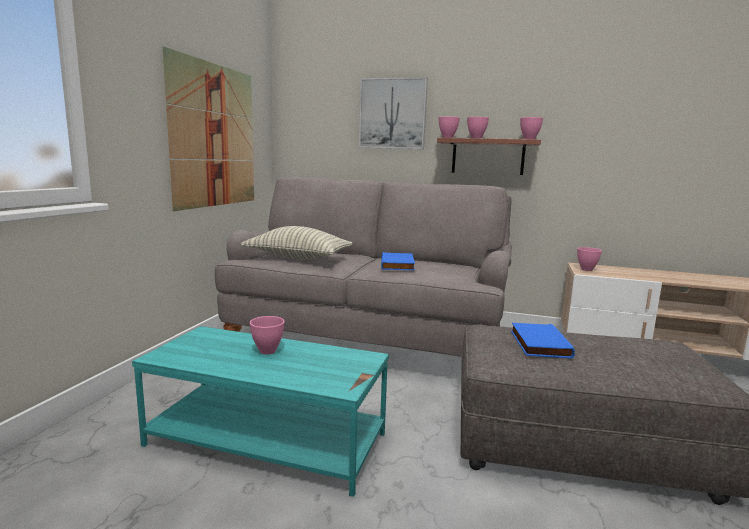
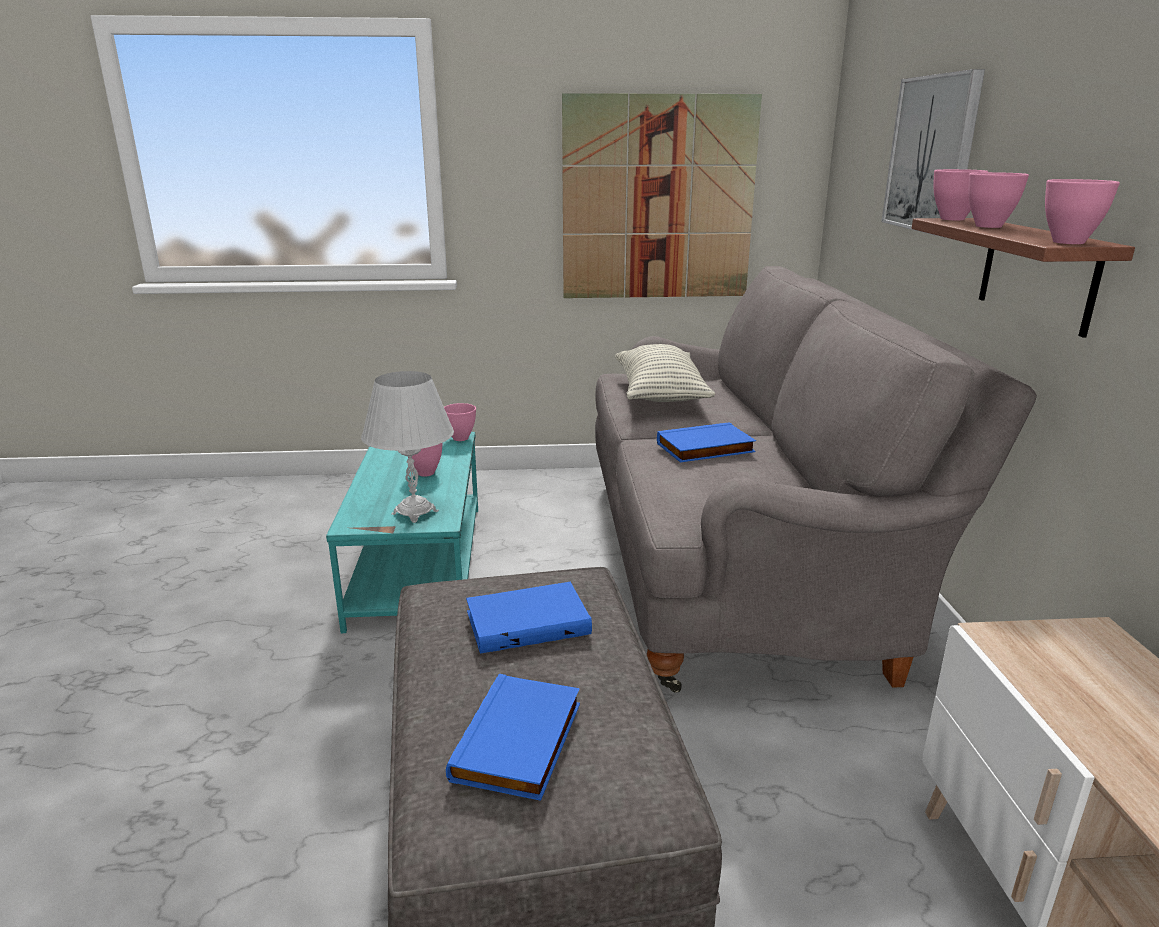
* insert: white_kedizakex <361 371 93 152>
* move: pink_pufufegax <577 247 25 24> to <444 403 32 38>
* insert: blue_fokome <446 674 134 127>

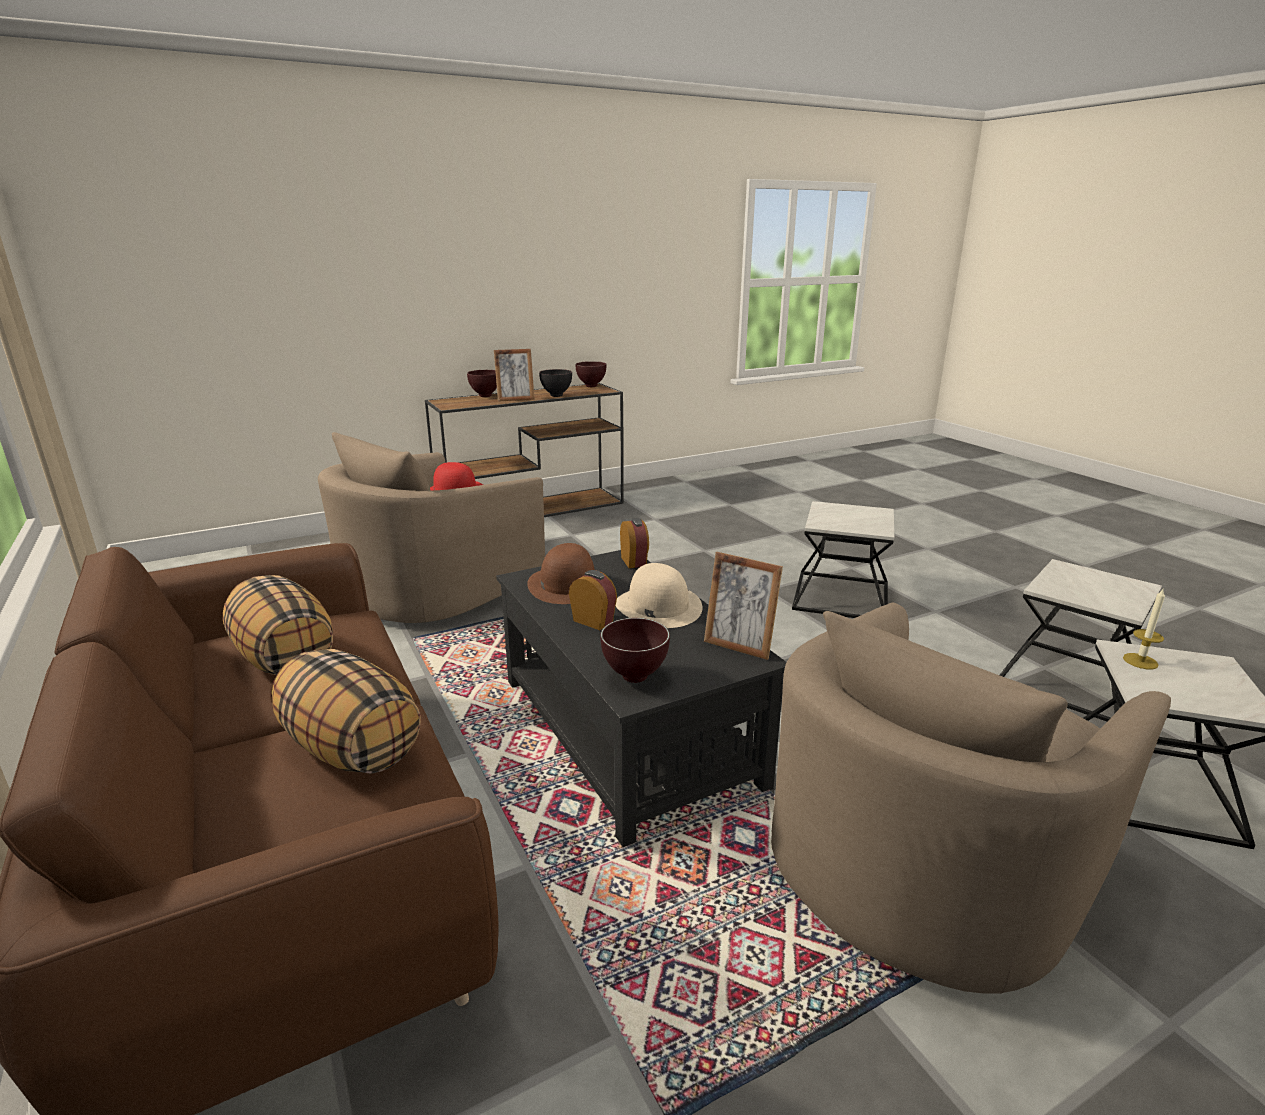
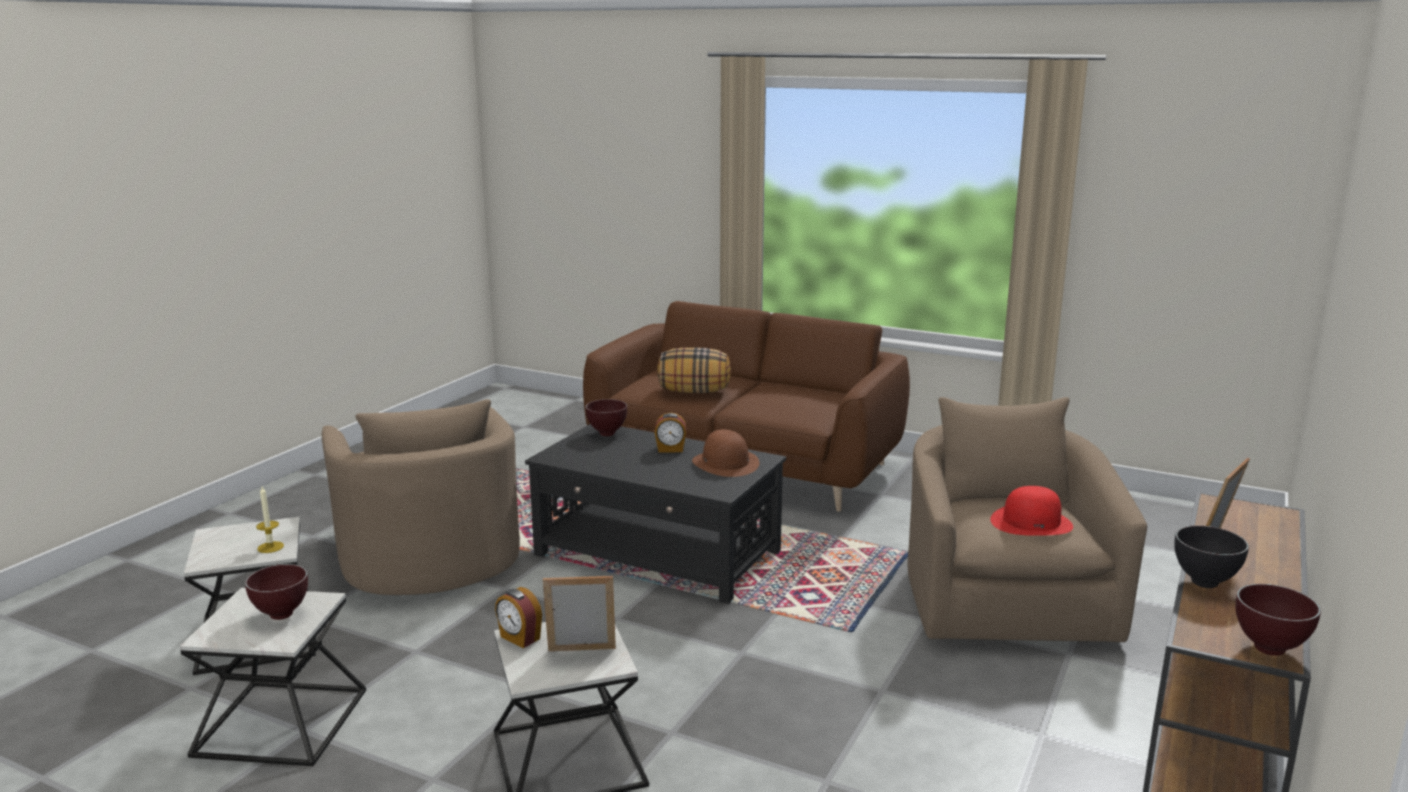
* move: brown_pufufegax <467 370 30 27> to <245 564 63 56>
* rotate: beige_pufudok <771 602 400 392> = <322 399 198 196> 150 degrees clockwise
* move: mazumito <620 518 29 50> to <495 587 47 61>
* move: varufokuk <704 552 79 108> to <543 576 73 75>
* delete: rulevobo <223 575 110 100>
* delete: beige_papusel <616 563 86 65>

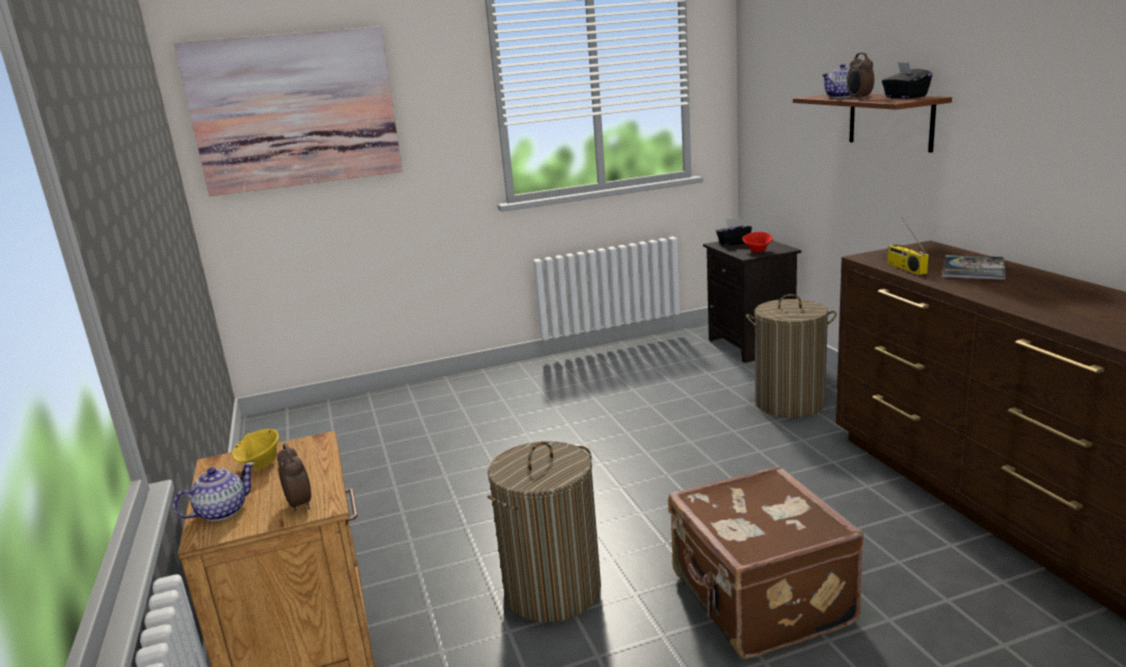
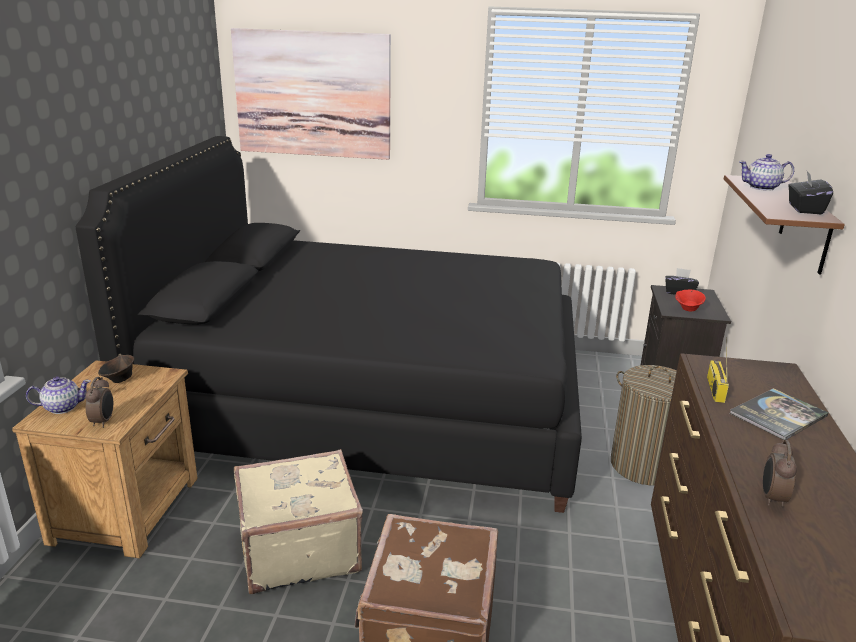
* insert: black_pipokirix <76 136 506 377>
* recolor: yellow_pufufegax <232 429 47 40> to brown_pufufegax <98 355 37 28>
* replace: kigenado <487 441 114 181> to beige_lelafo <234 449 129 145>
* move: mazumito <847 53 27 47> to <763 440 34 67>

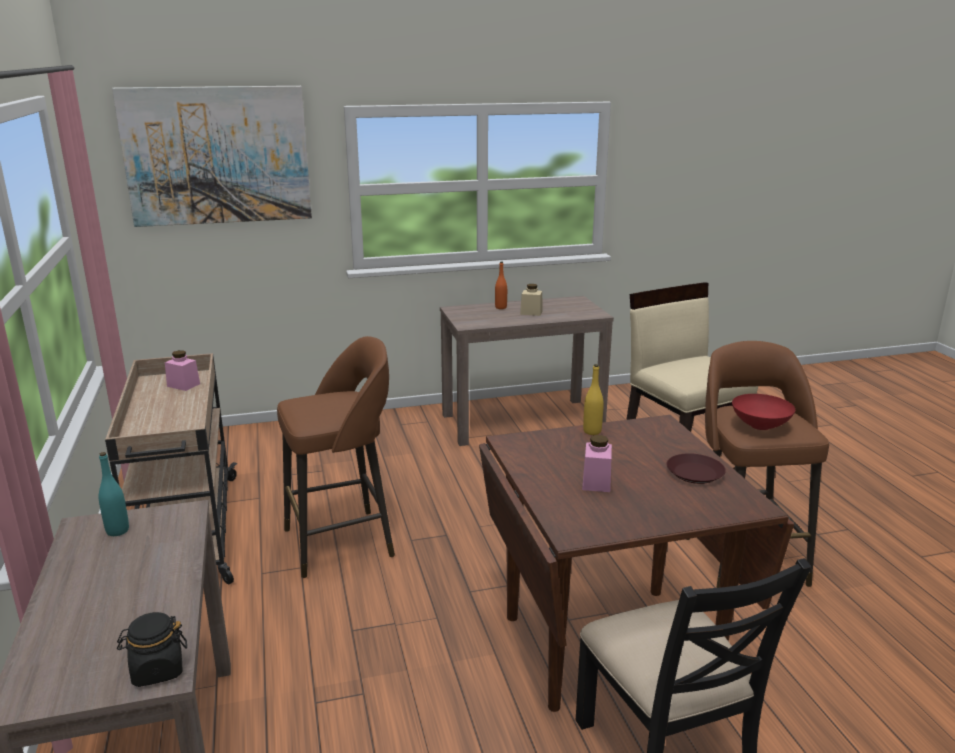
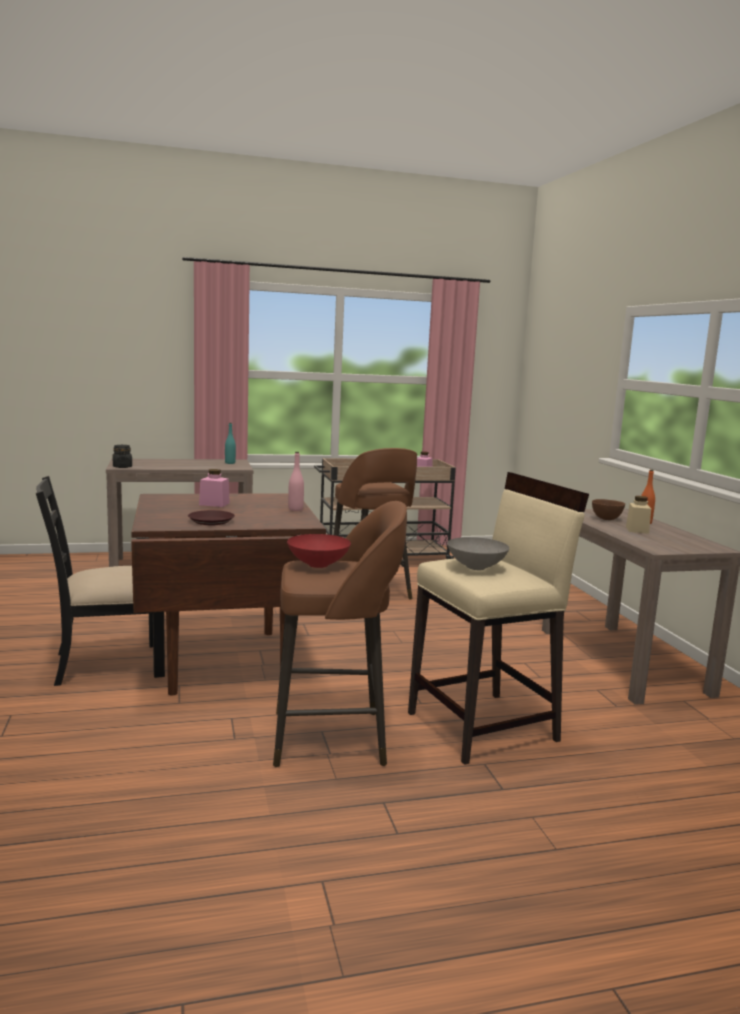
* recolor: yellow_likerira <583 364 21 71> to pink_likerira <288 452 16 59>
* insert: grey_pufufegax <447 537 62 33>
* insert: brown_pufufegax <592 499 33 21>
* delete: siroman <112 86 200 141>

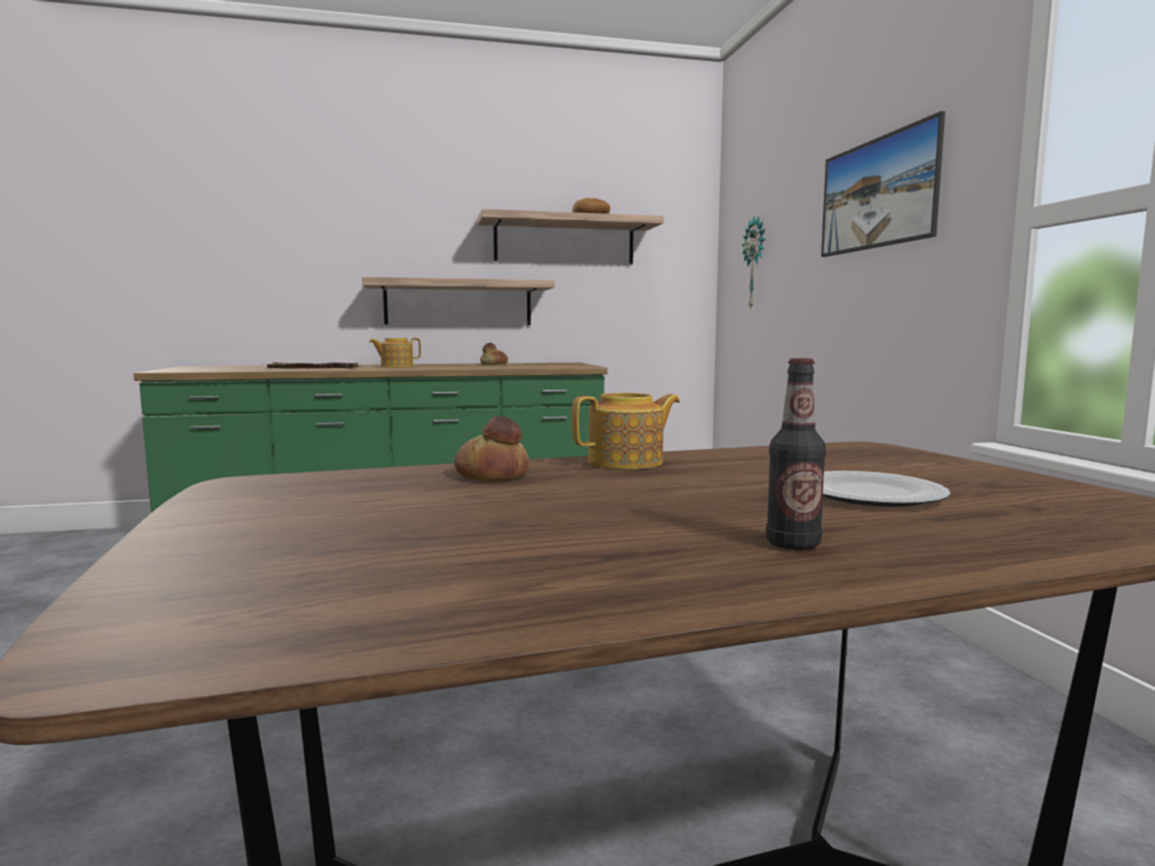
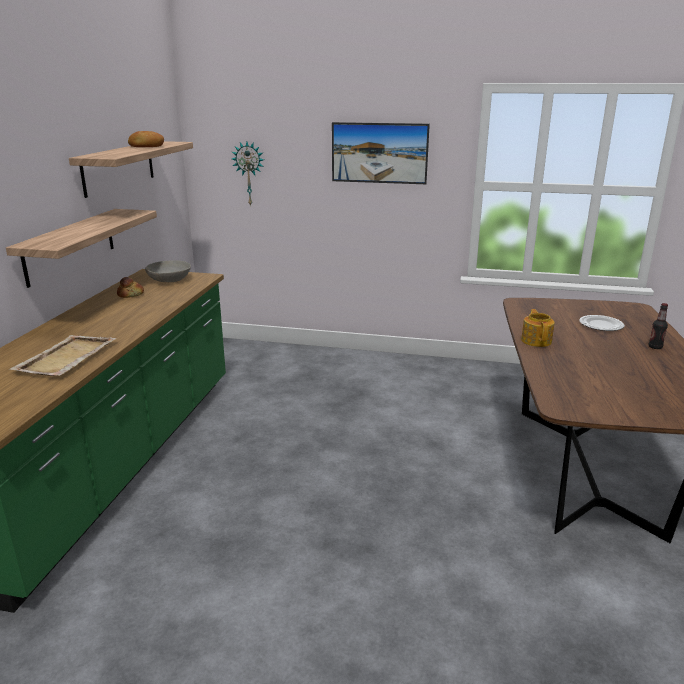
* insert: grey_pufufegax <145 260 46 22>
* delete: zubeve <369 338 52 30>
* delete: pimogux <454 416 75 66>

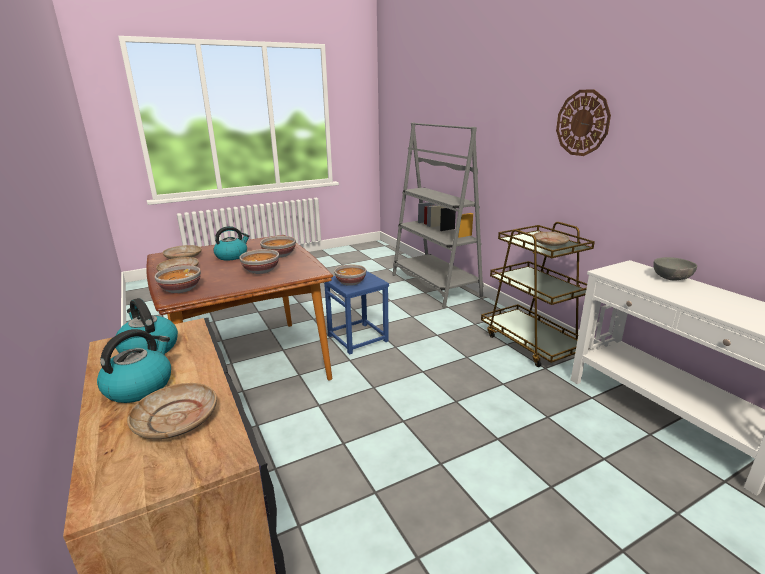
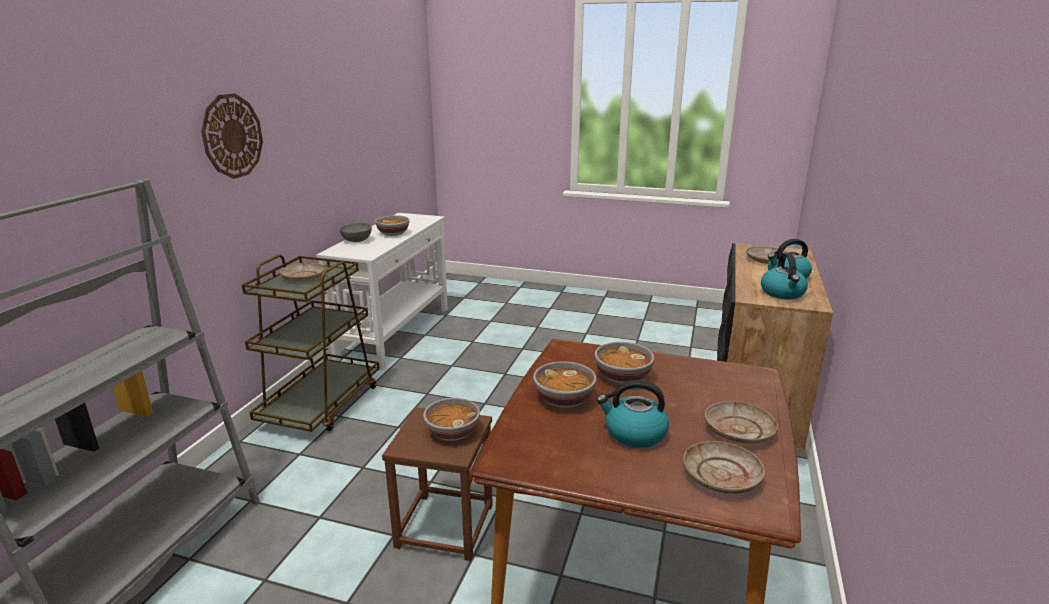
* move: pufufegax <154 265 47 28> to <375 215 34 21>
* recolor: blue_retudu <324 271 65 84> to brown_retudu <382 407 111 154>

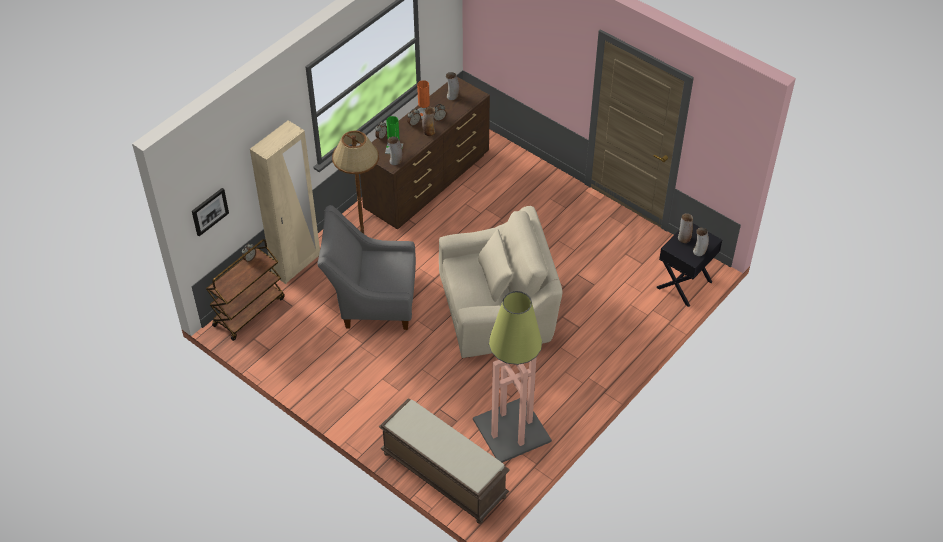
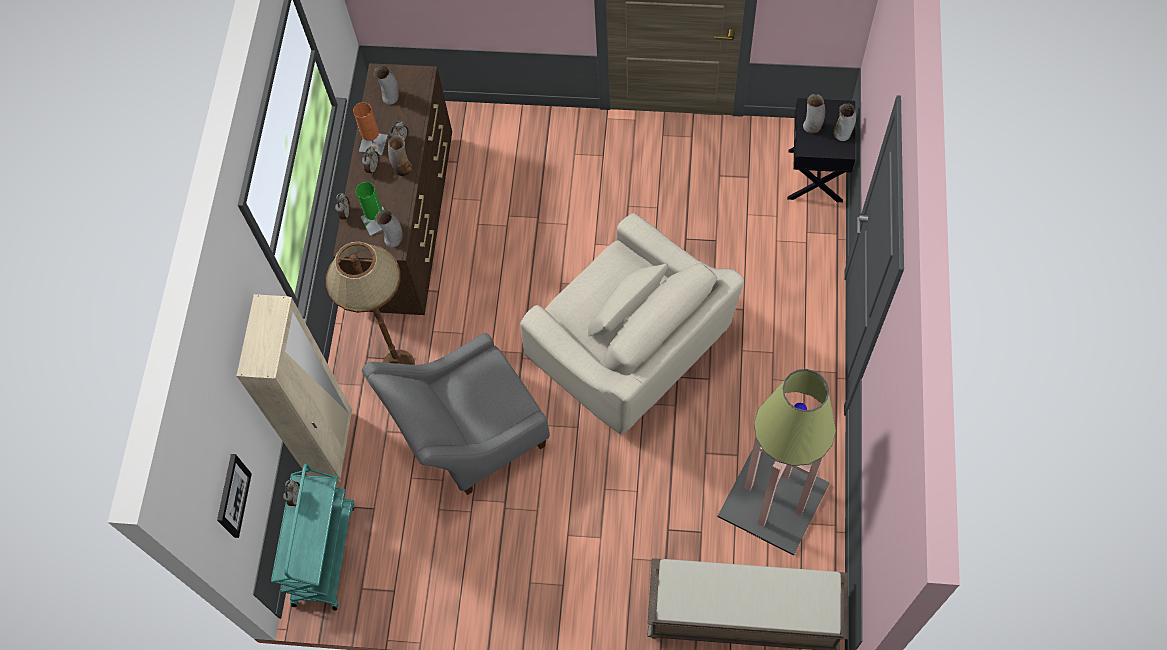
* recolor: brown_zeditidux <206 239 79 102> to turquoise_zeditidux <271 464 83 146>
* rotate: beige_pufudok <439 206 124 152> = <520 213 224 221> 90 degrees clockwise

